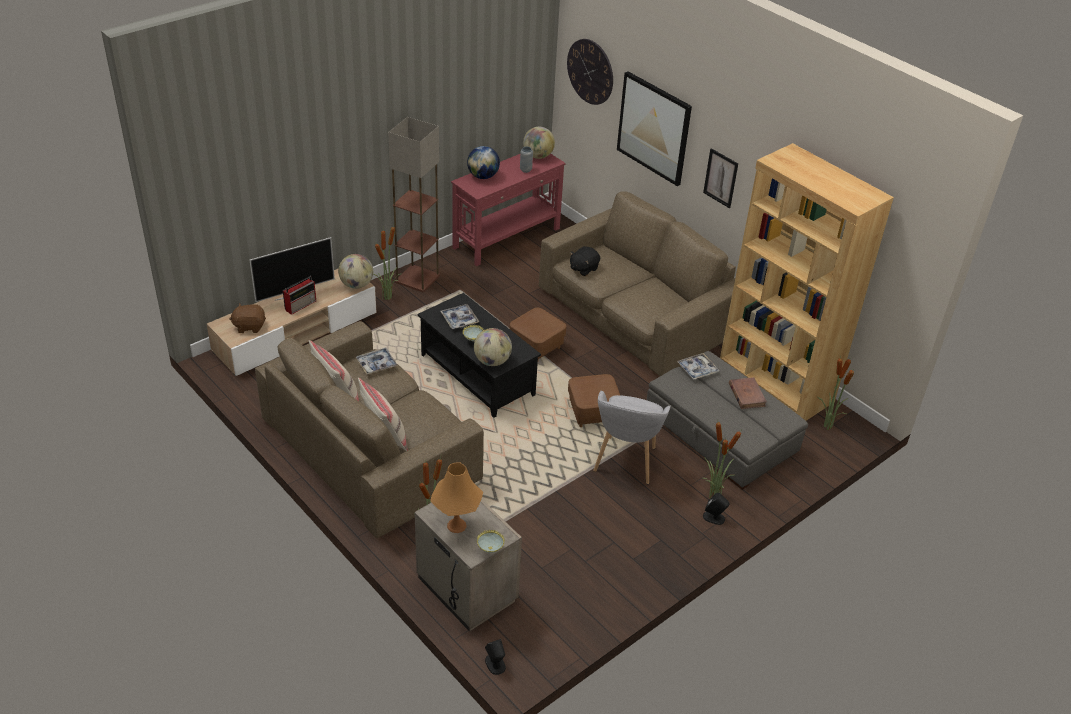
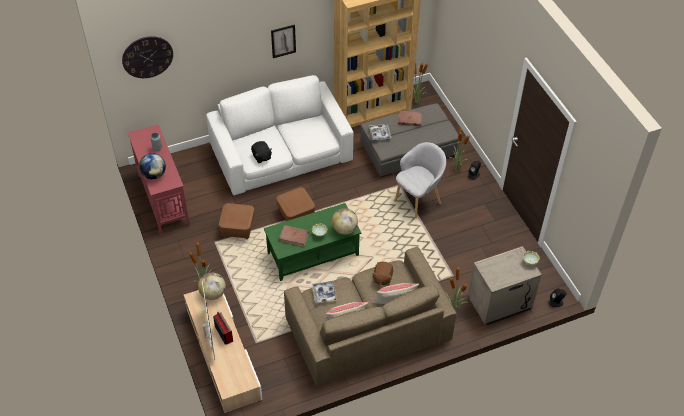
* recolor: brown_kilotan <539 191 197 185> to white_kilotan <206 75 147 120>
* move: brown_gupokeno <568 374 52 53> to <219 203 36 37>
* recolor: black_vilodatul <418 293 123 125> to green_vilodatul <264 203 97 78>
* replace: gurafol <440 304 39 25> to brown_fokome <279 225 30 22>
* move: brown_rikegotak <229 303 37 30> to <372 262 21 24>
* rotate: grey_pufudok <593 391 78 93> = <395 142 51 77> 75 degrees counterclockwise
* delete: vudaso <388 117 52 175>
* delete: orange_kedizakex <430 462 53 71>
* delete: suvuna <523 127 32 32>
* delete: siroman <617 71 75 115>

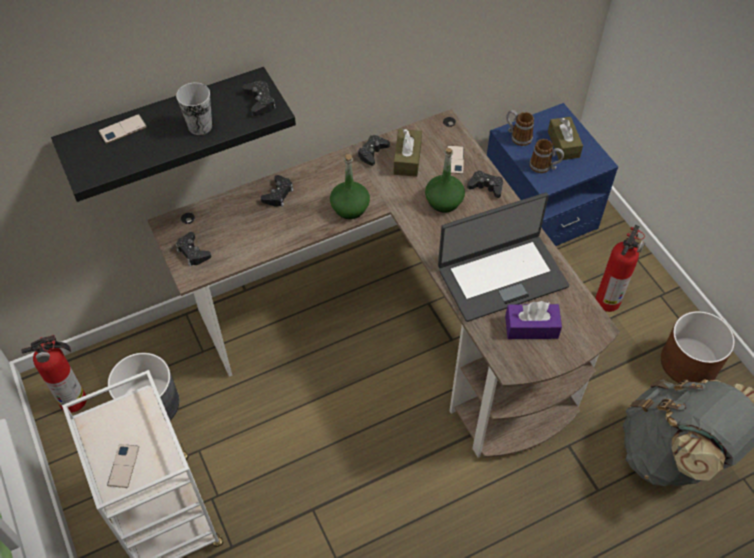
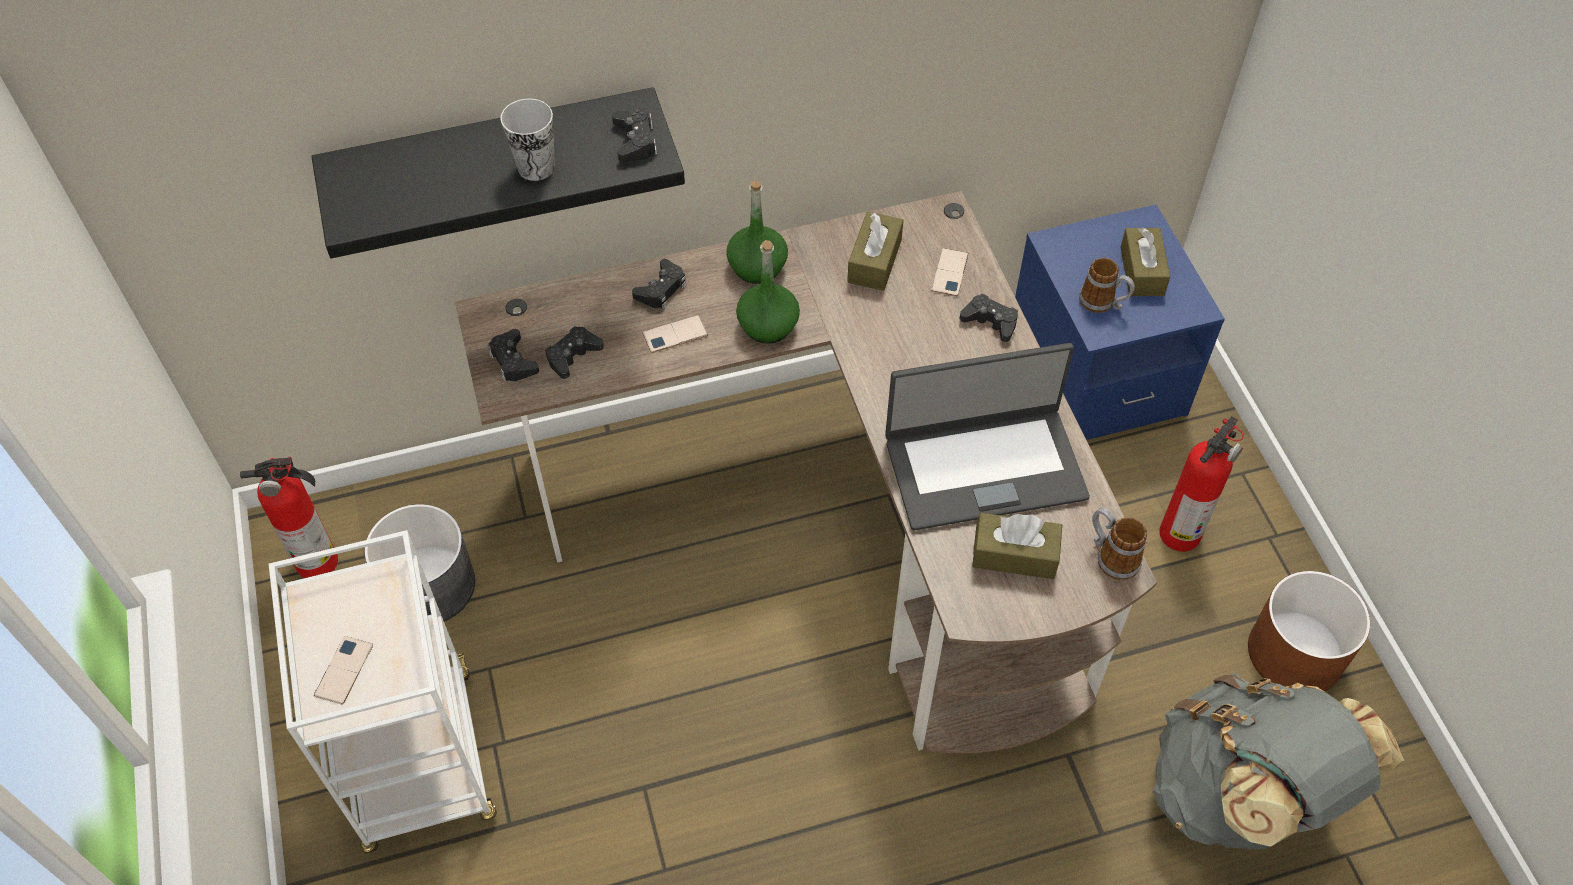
* move: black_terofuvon <358 135 32 31> to <545 326 59 53>
* move: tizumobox <99 114 48 30> to <642 315 66 38>
* move: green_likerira <425 148 40 65> to <726 181 62 103>
* recolor: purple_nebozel <505 301 57 38> to brown_nebozel <972 513 90 66>
* move: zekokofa <506 110 28 36> to <1092 508 55 72>

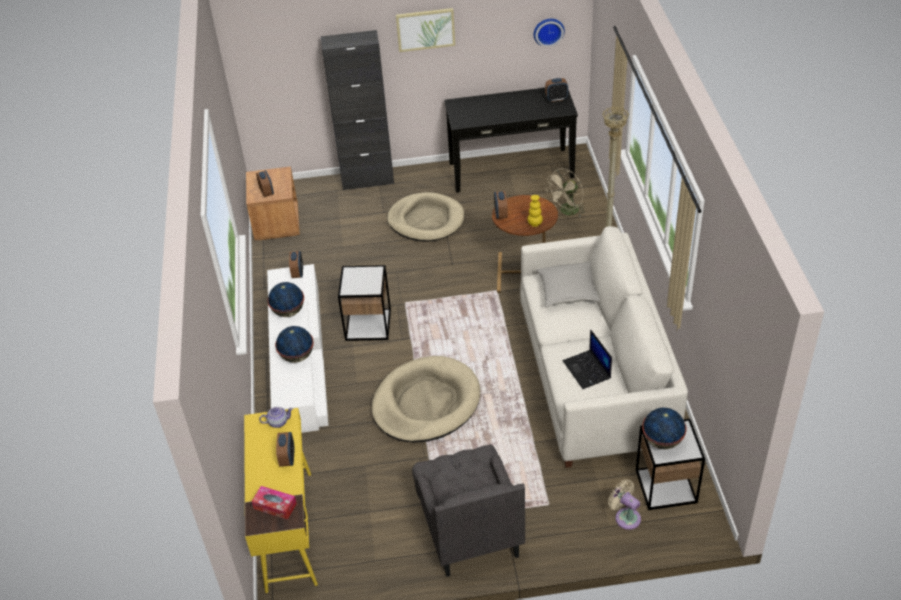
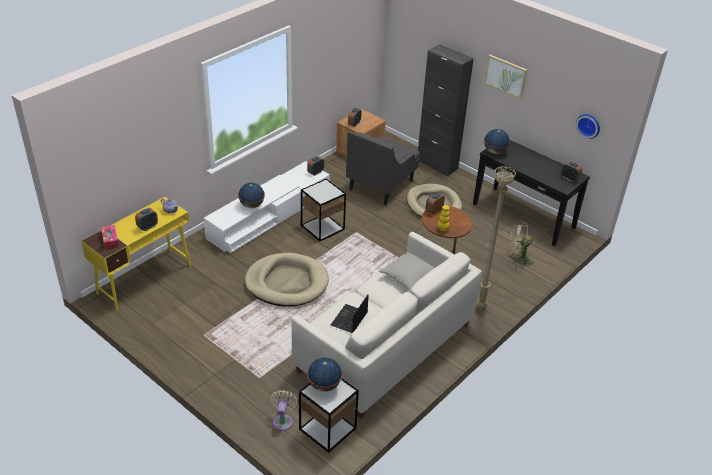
* move: grey_pufudok <412 444 113 133> to <346 131 74 74>
* move: suvuna <267 282 37 35> to <484 129 26 25>

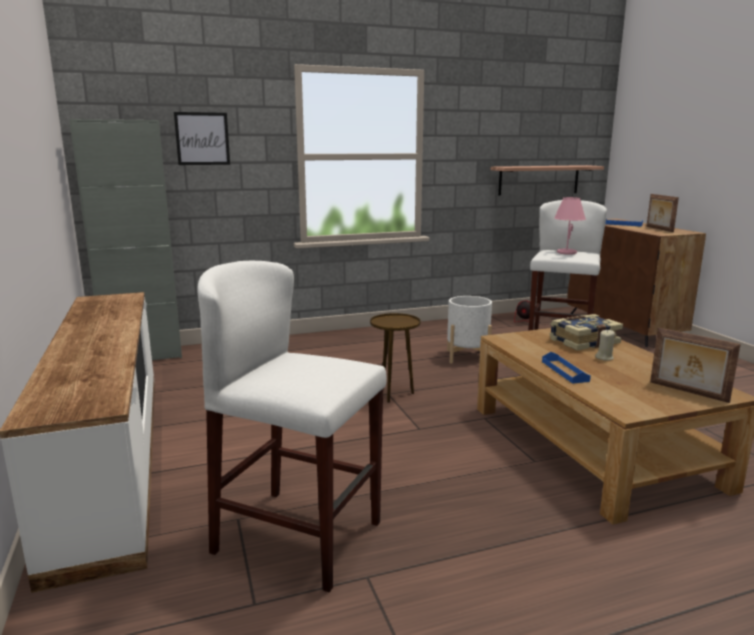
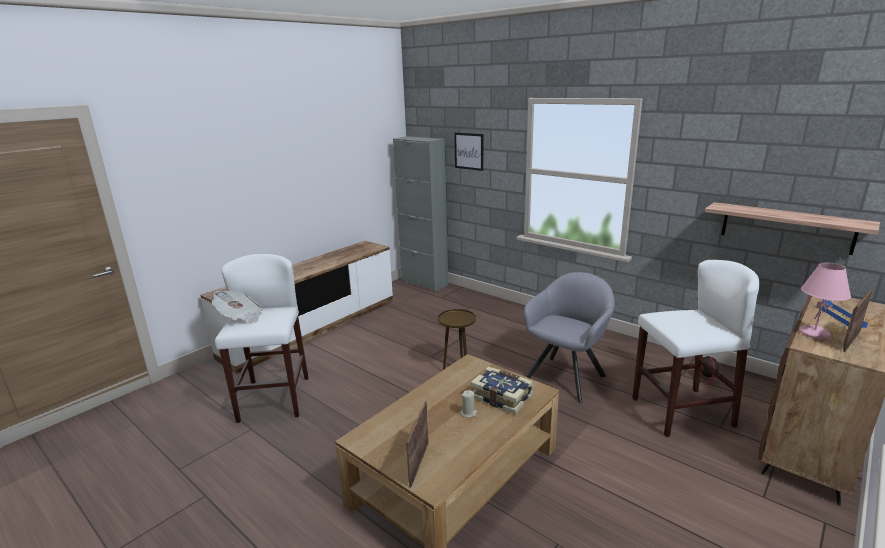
* insert: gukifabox <212 291 51 32>
* replace: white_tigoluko <447 296 45 68> to grey_pufudok <524 272 91 131>
* move: pink_kedizakex <554 197 32 58> to <800 263 51 76>
* delete: blue_gurafol <542 352 49 32>

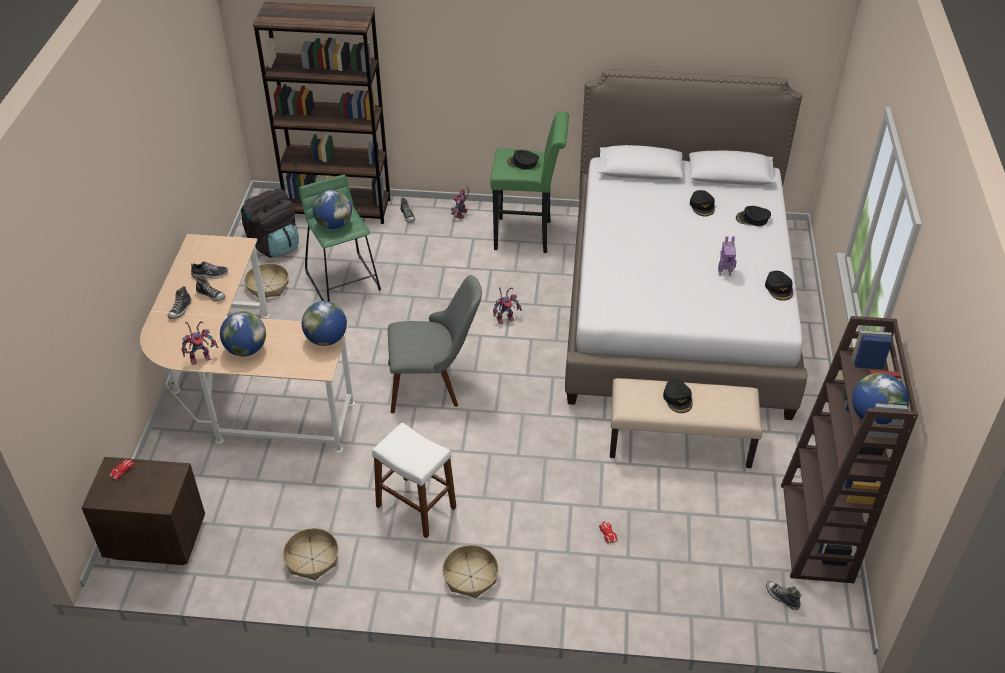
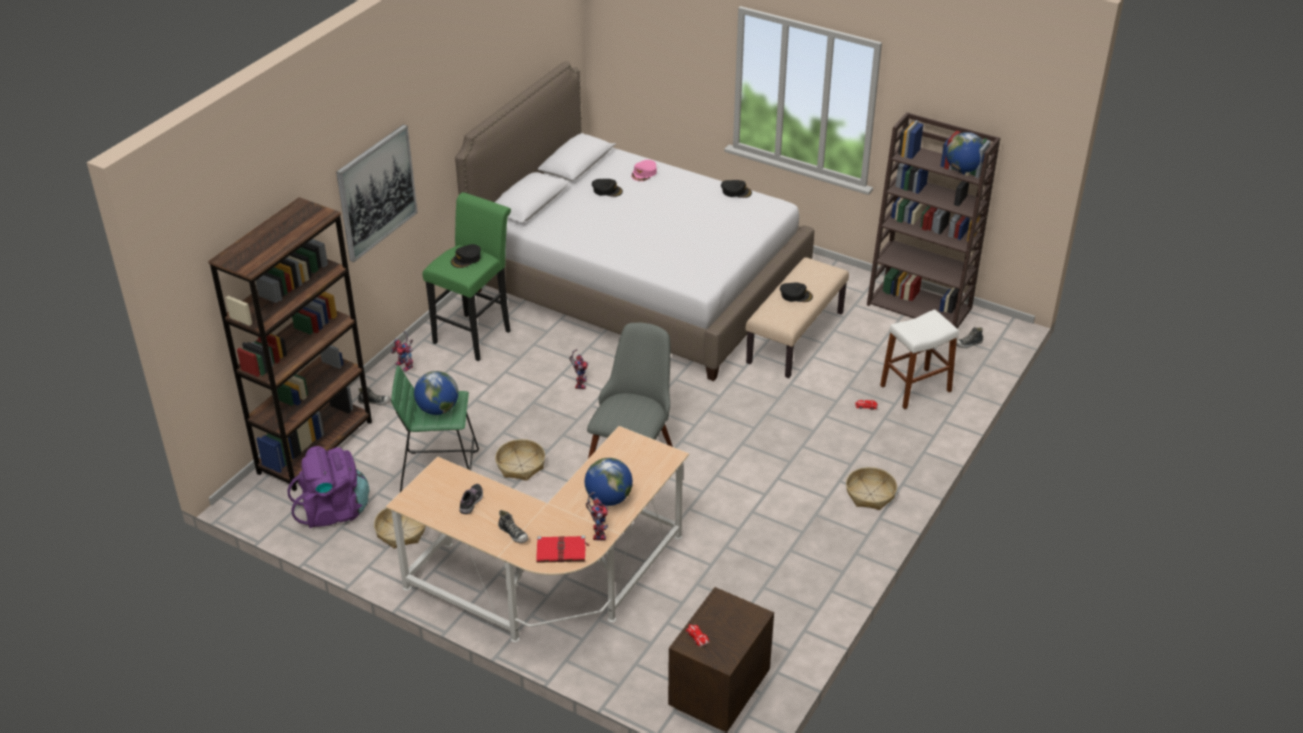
* recolor: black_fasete <241 189 58 68> to purple_fasete <287 446 82 82>
* insert: siroman <336 124 82 138>
* move: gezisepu <283 528 56 52> to <495 439 50 42>
* insert: red_fokome <536 535 53 27>
* recolor: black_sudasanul <736 206 35 20> to pink_sudasanul <631 160 26 21>
* move: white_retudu <372 422 84 116> to <880 309 79 100>
* delete: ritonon <195 276 31 25>
* delete: suvuna <302 301 45 45>
* delete: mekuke <718 236 19 40>

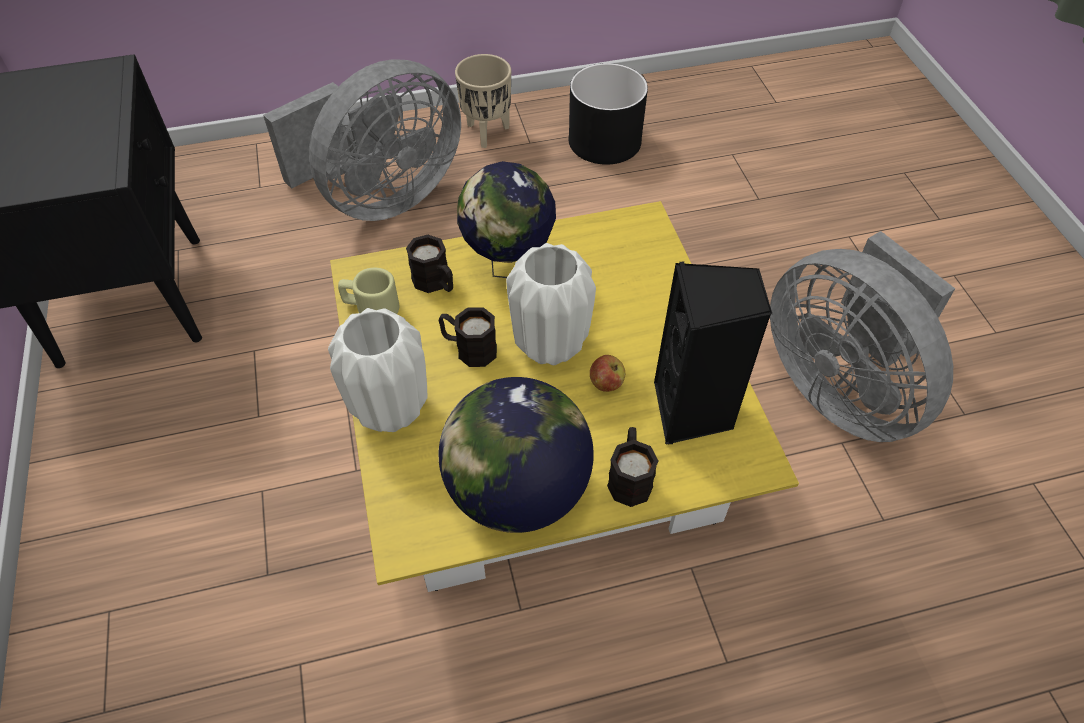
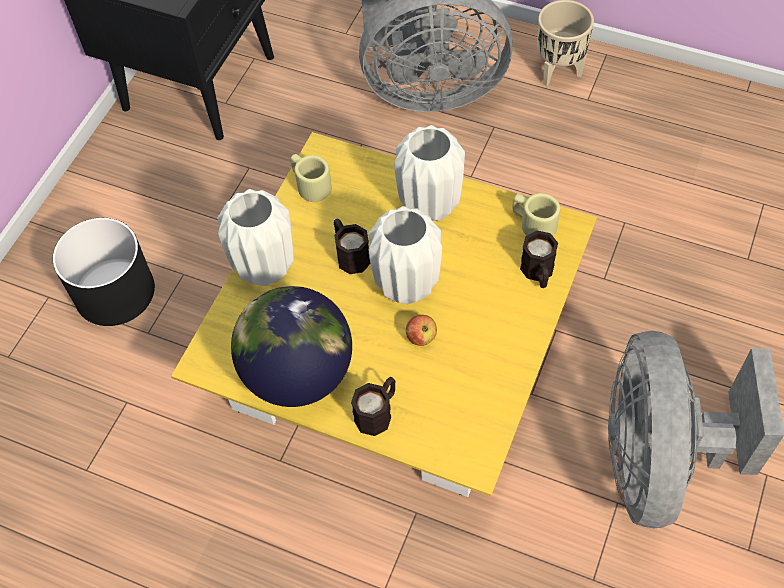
* move: black_tigoluko <569 63 79 102> to <53 218 102 108>
* replace: suvuna <457 161 99 117> to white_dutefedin <394 125 71 96>
* insert: beige_zekokofa <513 193 47 43>
* move: black_zekokofa <406 235 47 58> to <520 231 38 57>
* delete: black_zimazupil <654 262 118 183>

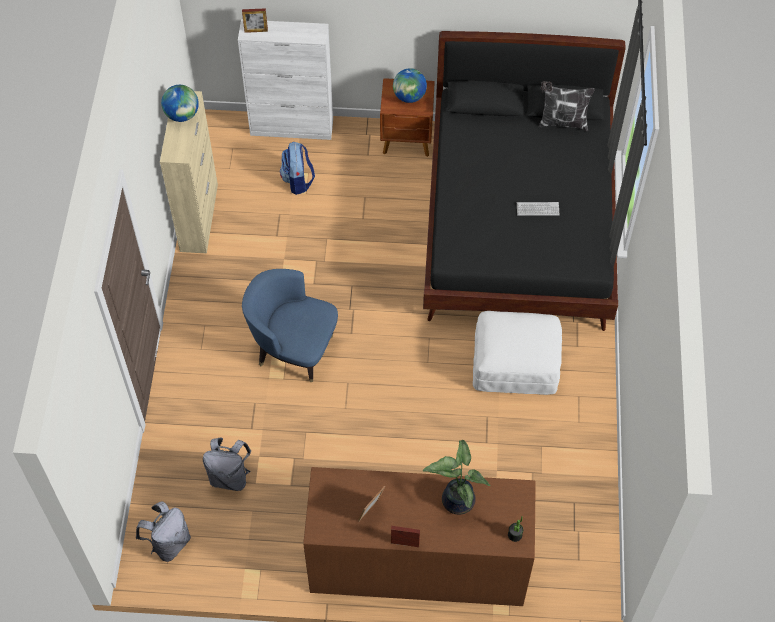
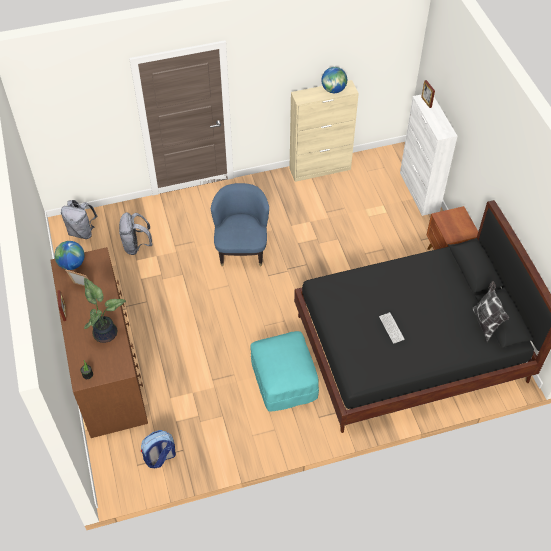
* move: suvuna <393 68 34 35> to <54 241 30 29>
* move: fasete <280 142 35 53> to <141 430 35 38>
* recolor: white_gupokeno <473 311 89 84> to turquoise_gupokeno <251 331 68 81>

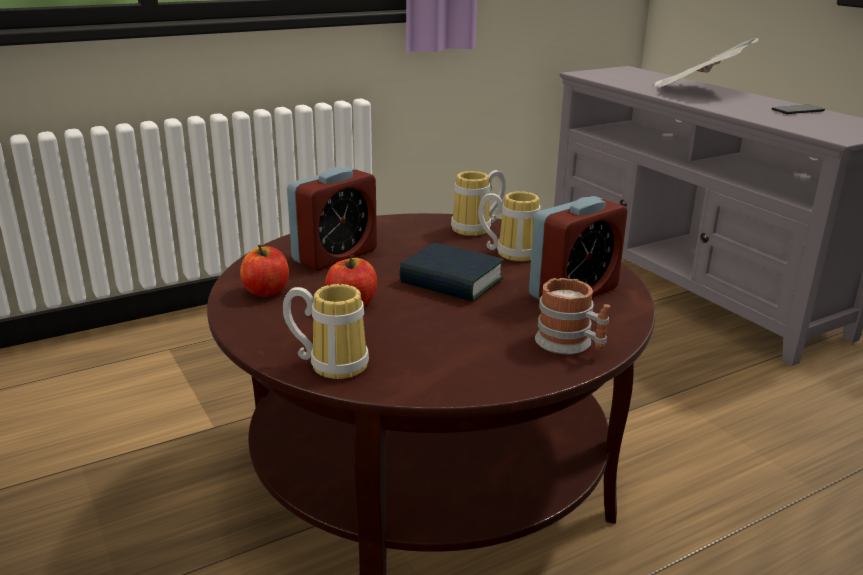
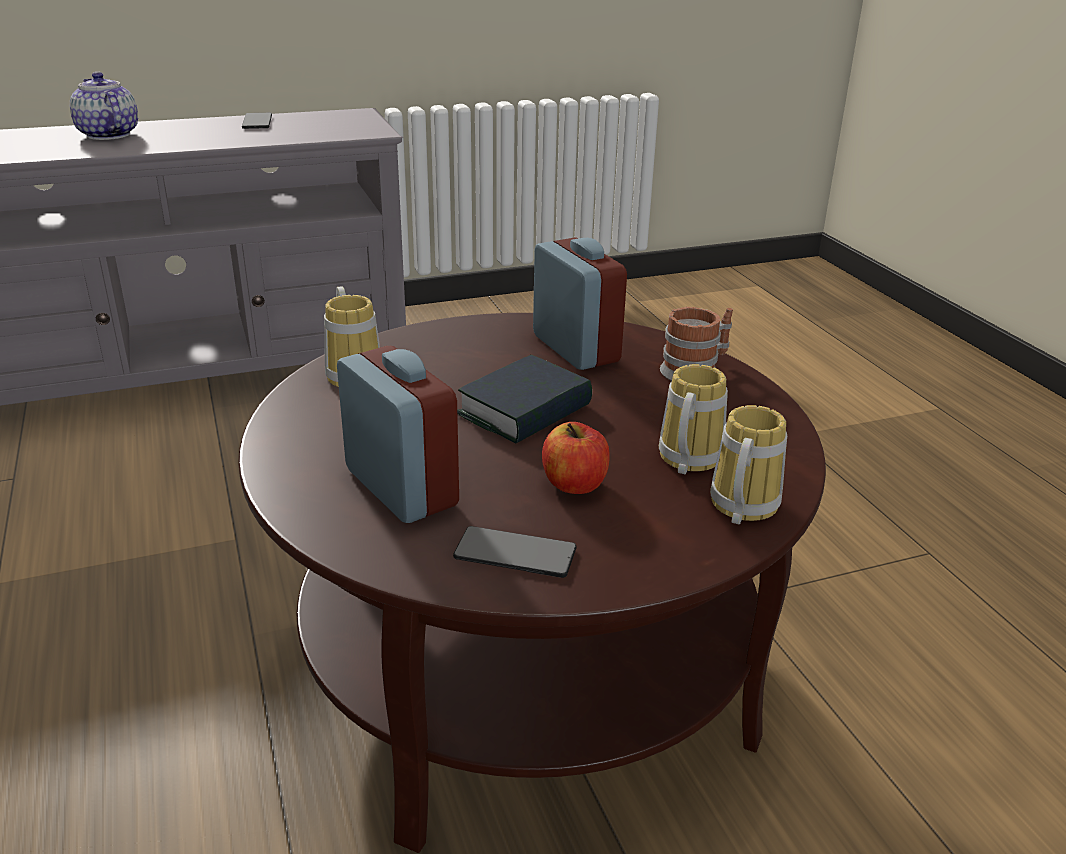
* replace: gukifabox <654 38 105 50> to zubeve <70 72 68 68>
* replace: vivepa <240 245 49 52> to tizumobox <453 526 123 52>
* move: zekokofa <478 191 63 70> to <659 364 69 110>

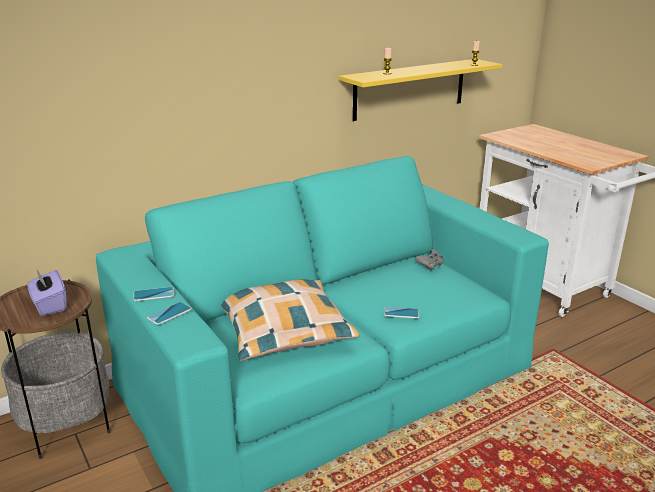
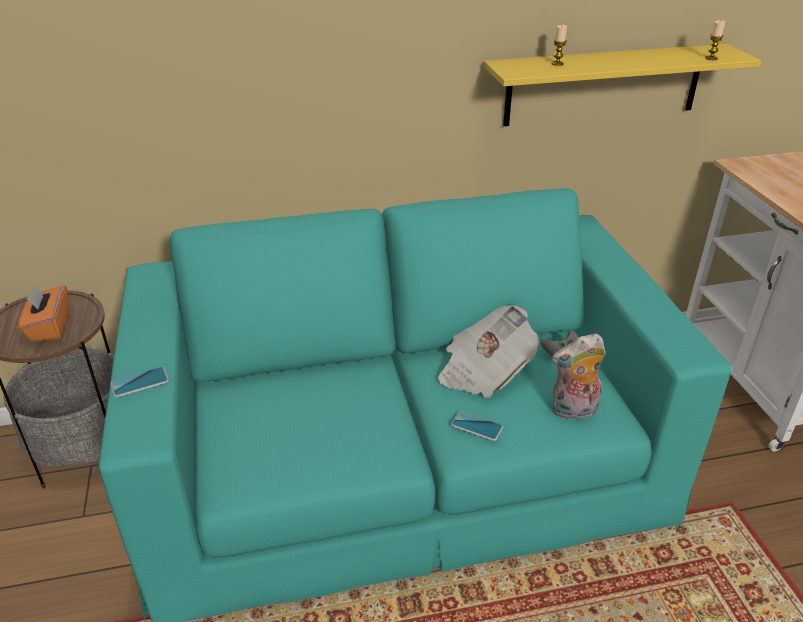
* recolor: purple_nebozel <27 270 40 46> to orange_nebozel <18 284 52 58>
* insert: gukifabox <438 305 101 93>
* insert: rikegotak <552 333 54 87>
* delete: tizumobox <133 287 41 14>
* delete: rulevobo <221 279 138 82>

